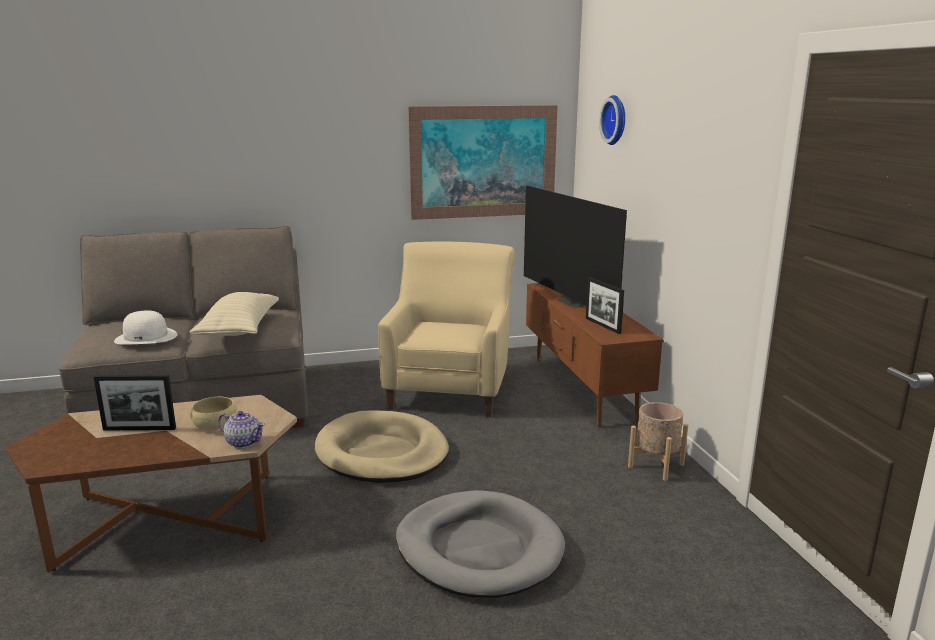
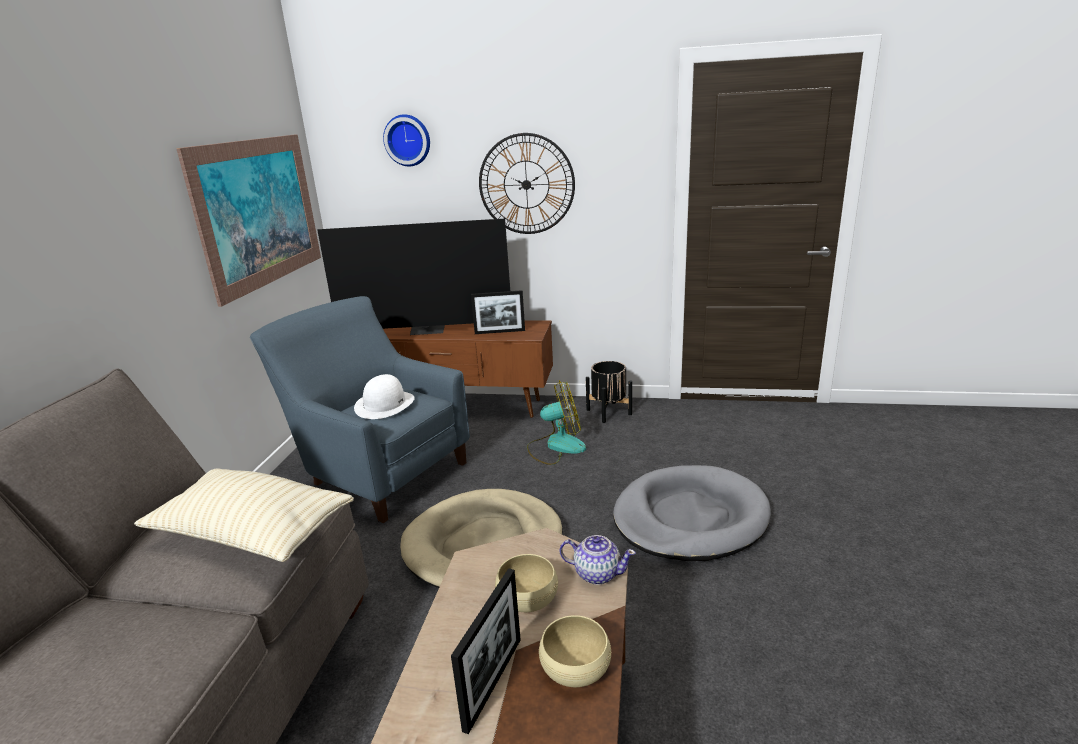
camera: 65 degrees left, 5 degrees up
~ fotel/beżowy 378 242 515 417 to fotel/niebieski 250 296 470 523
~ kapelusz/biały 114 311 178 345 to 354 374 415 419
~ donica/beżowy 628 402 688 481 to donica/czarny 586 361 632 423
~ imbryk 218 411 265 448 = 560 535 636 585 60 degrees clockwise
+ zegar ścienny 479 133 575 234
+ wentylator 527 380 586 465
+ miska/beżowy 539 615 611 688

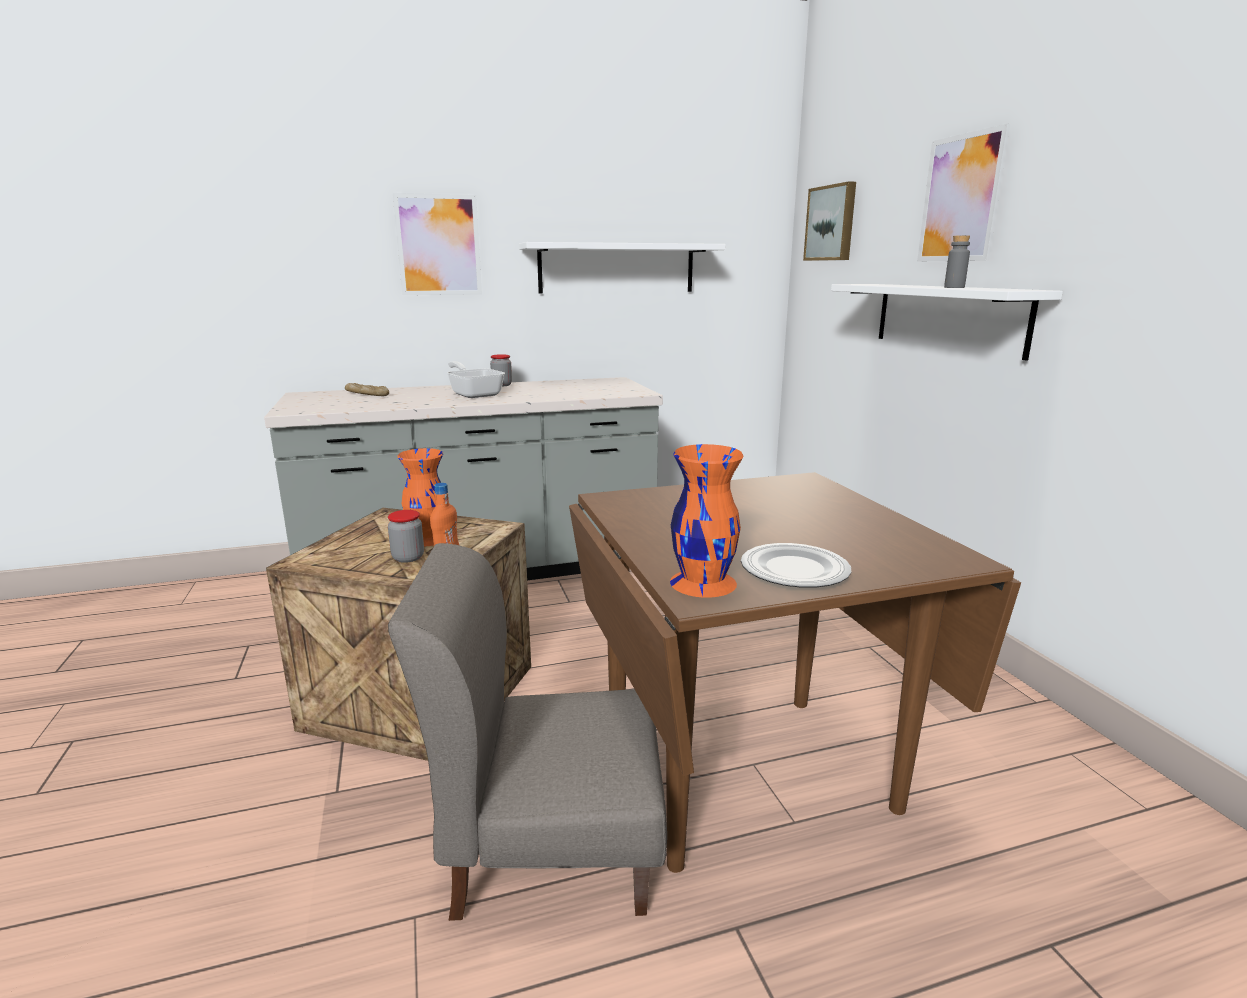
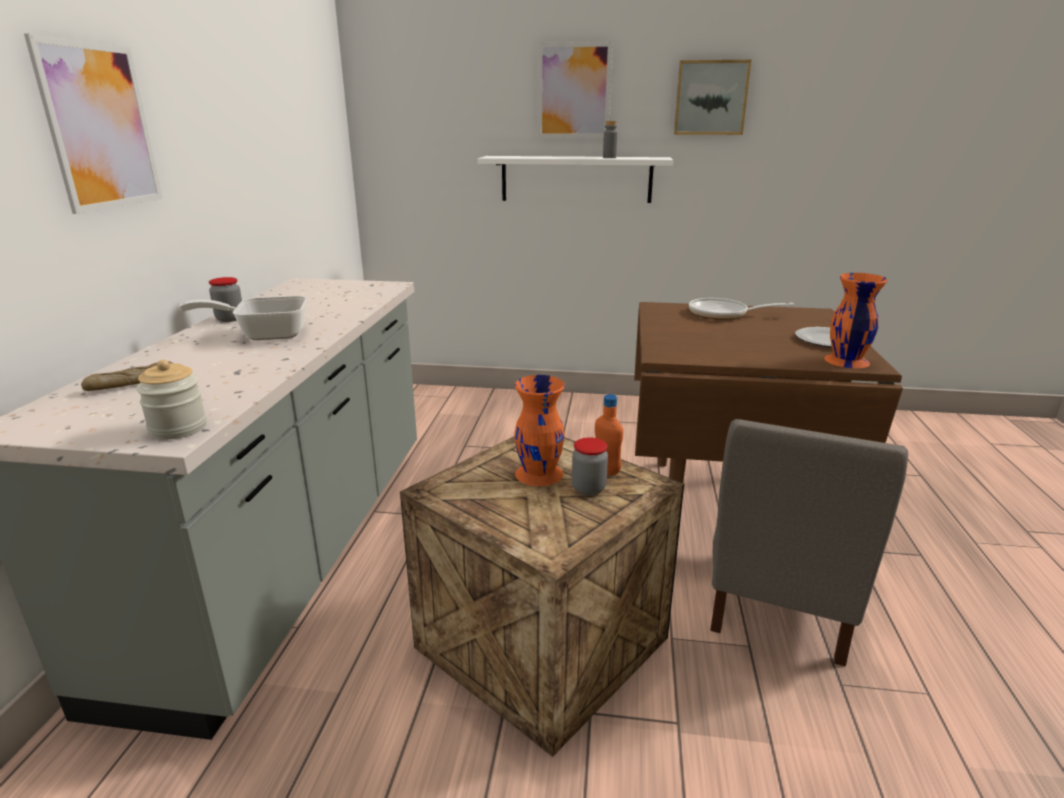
camera: 65 degrees left, 5 degrees up
~ obraz 803 181 856 261 to 674 60 752 135
- półka/biały 519 242 726 293
+ patelnia 689 298 794 320
+ słoik 136 360 207 440

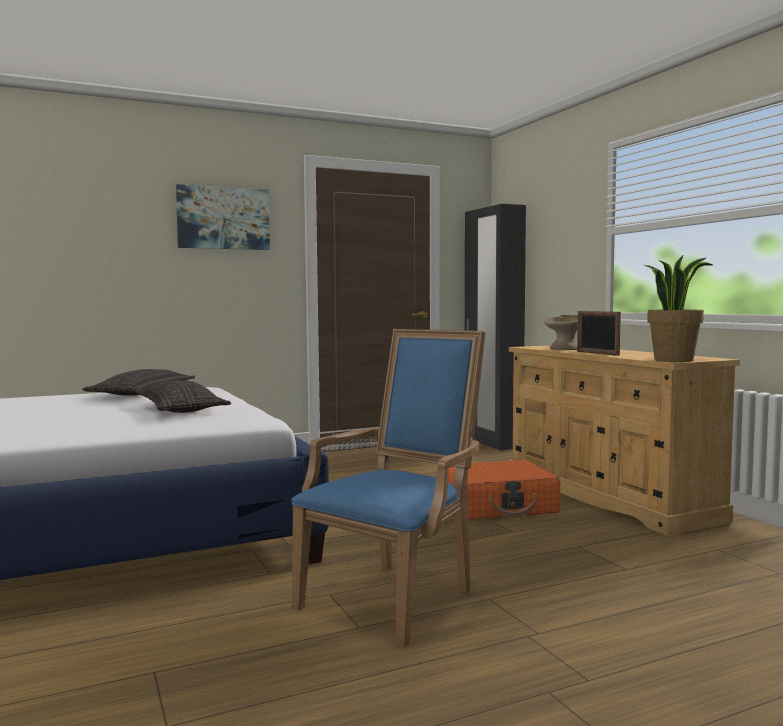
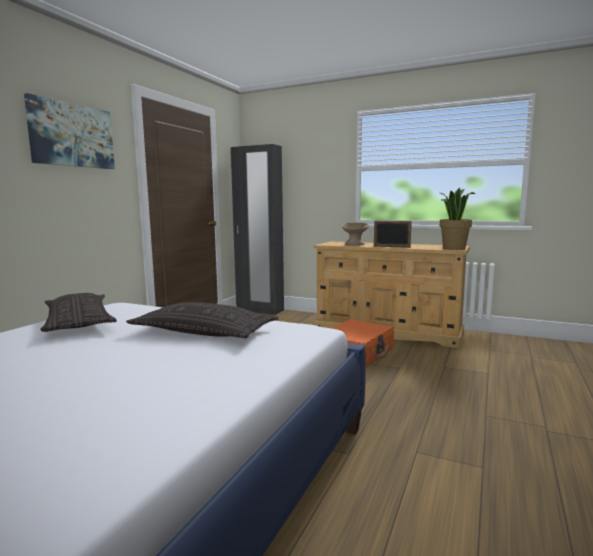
camera: 40 degrees left, 5 degrees up
- fotel/niebieski 291 329 486 648

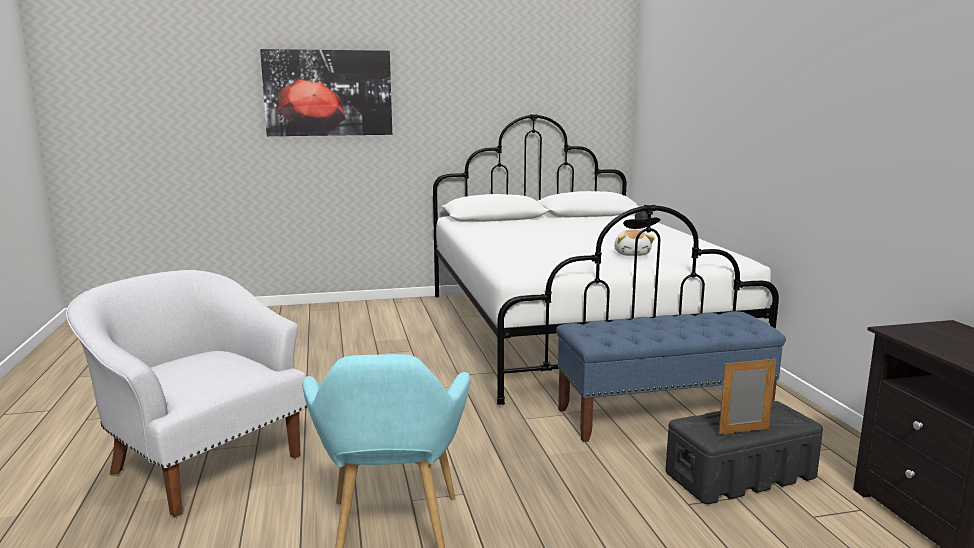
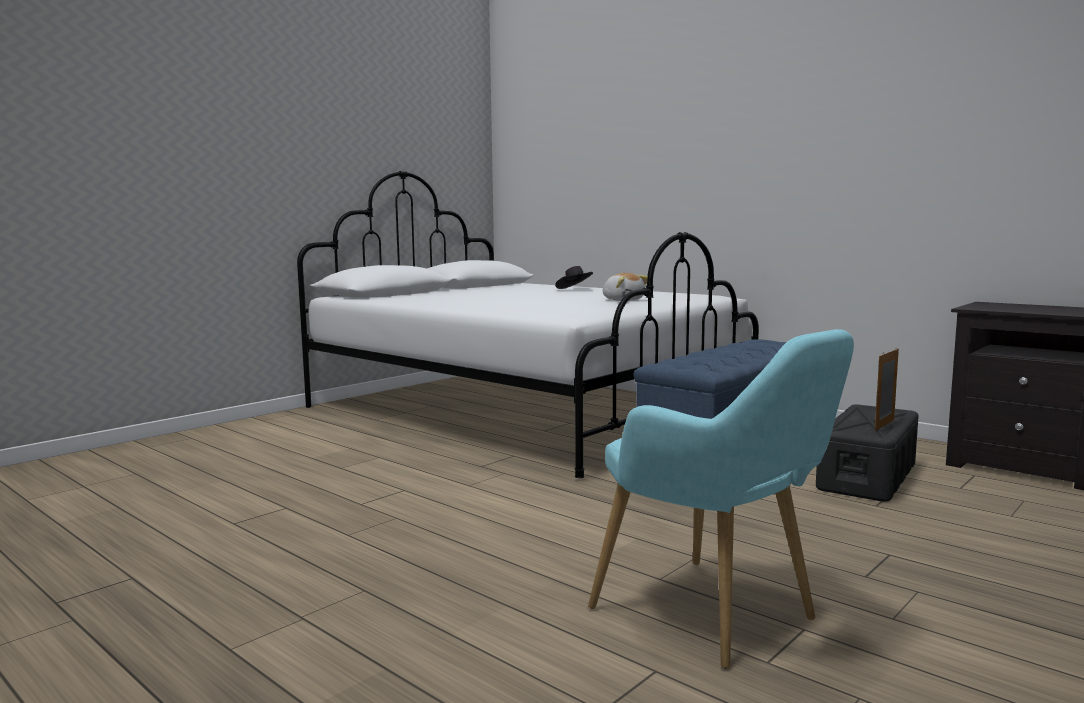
camera: 35 degrees left, 5 degrees down
- obraz 260 49 392 136
- fotel/biały 66 270 307 517

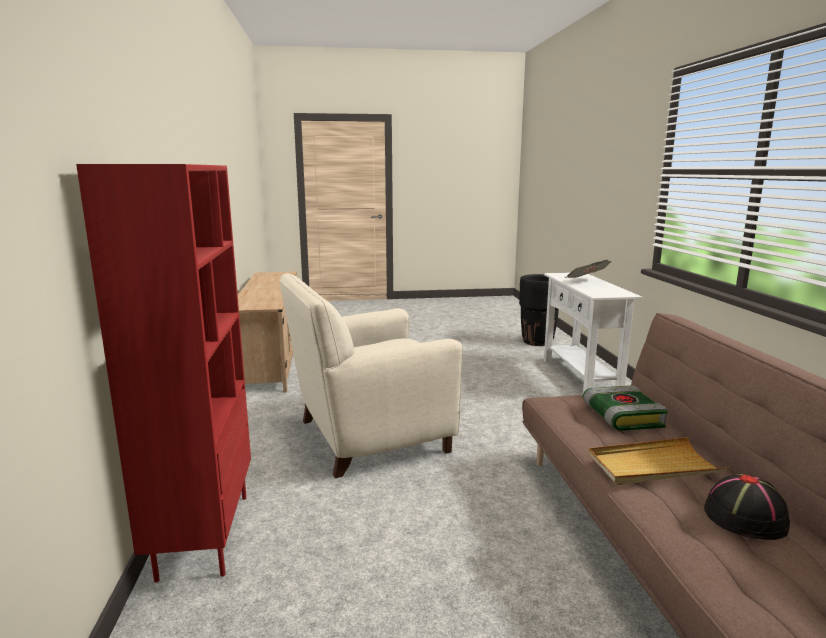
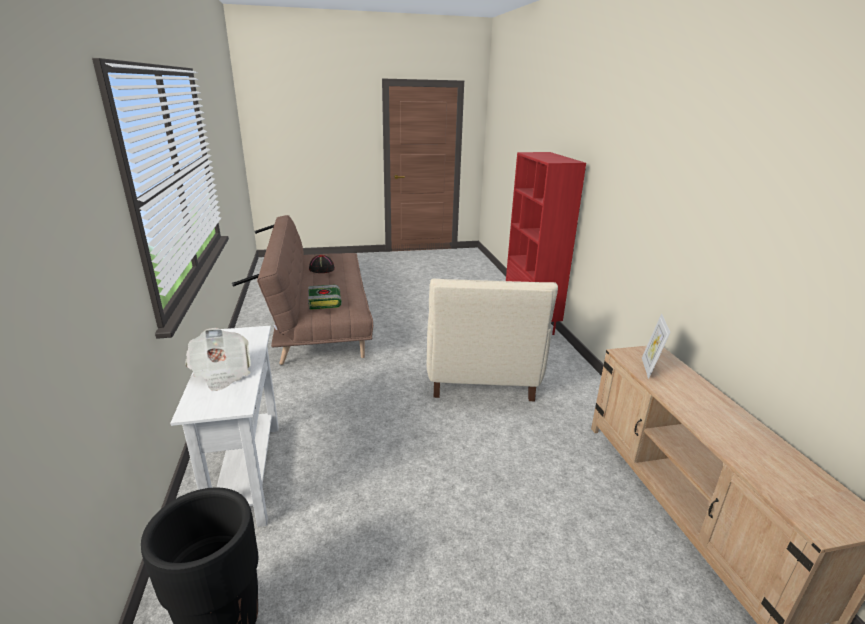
camera: 175 degrees right, 10 degrees up
~ fotel/beżowy 279 273 463 478 = 426 279 558 401 120 degrees clockwise
- taca/beżowy 588 437 729 485
+ ramka na zdjęcie 642 314 671 379

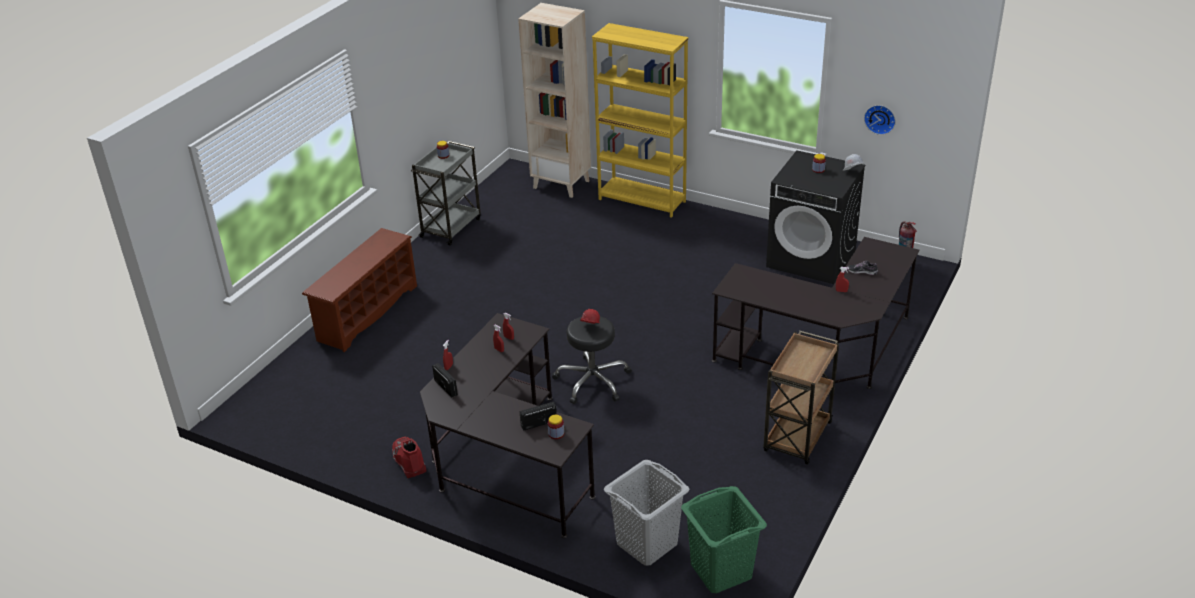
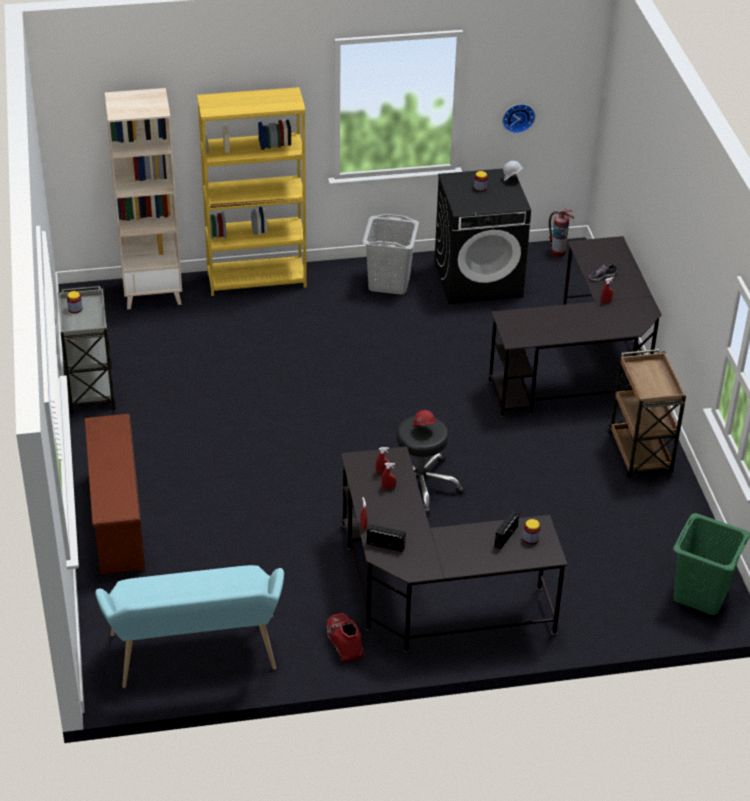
camera: 40 degrees left, 5 degrees up
~ but z cholewką/czerwony 392 436 426 478 = 327 613 364 663 45 degrees clockwise
~ kosz na pranie/szary 604 460 689 566 to 362 214 419 295
+ ławka/turkusowy 95 565 284 688

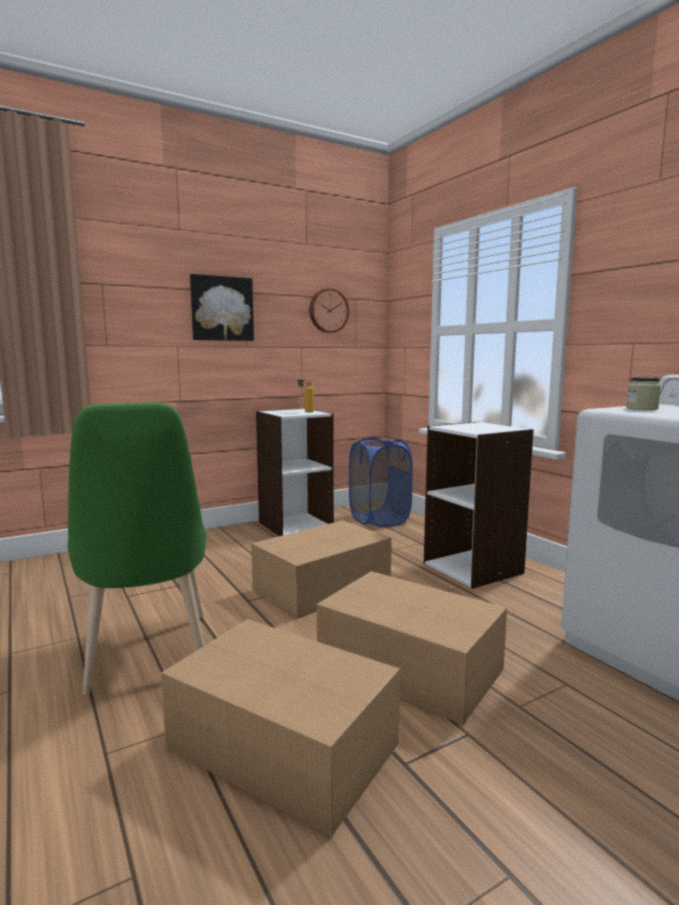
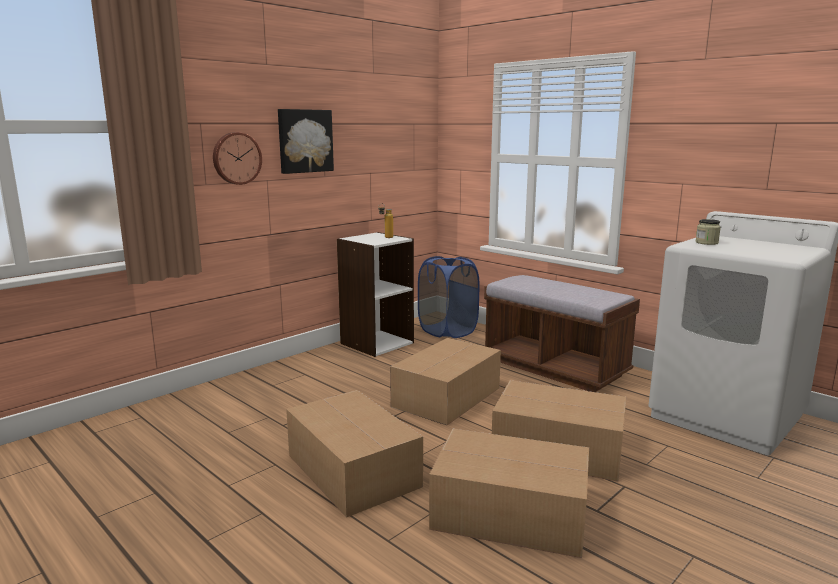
camera: 15 degrees left, 5 degrees up
~ zegar ścienny 309 288 349 333 to 213 132 262 185
~ krzesło/zielony 68 402 206 695 to karton 286 390 423 518
~ regał/biały 424 422 534 589 to ławka/brązowy 484 275 640 392

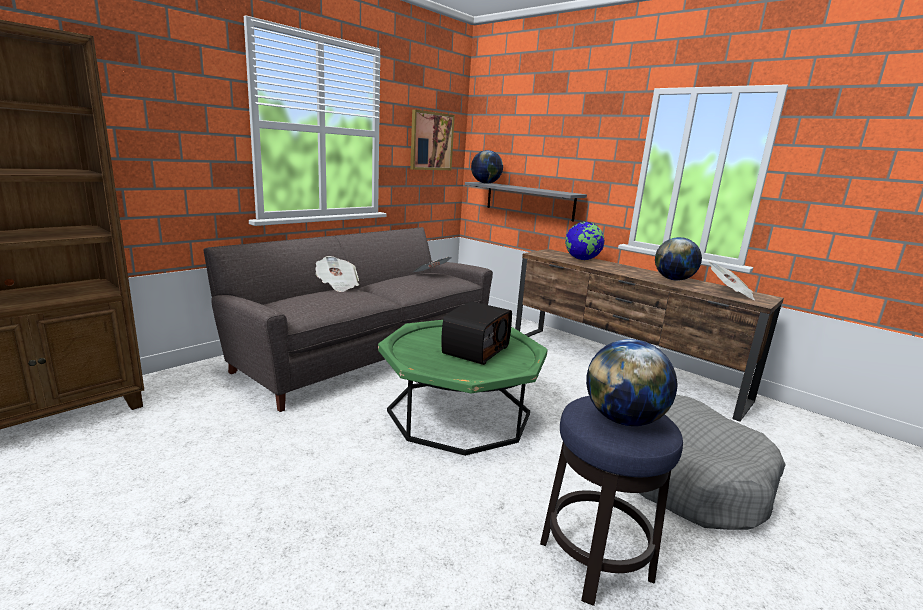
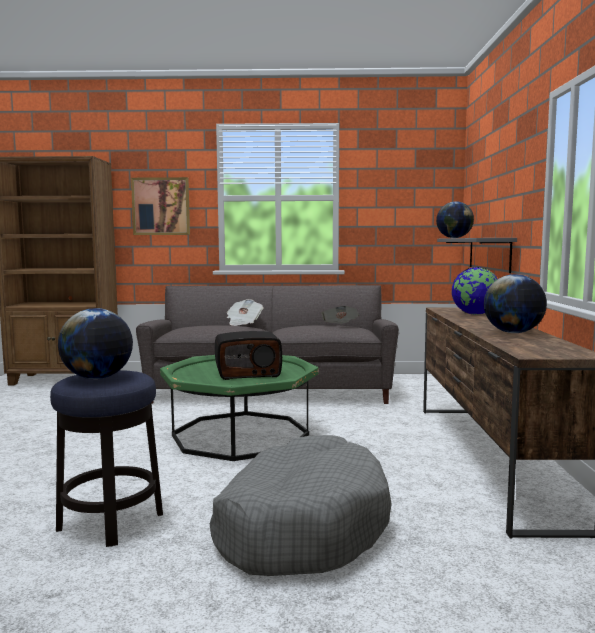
camera: 50 degrees right, 10 degrees down
~ obraz 410 109 455 170 to 131 177 190 235
- gazeta 709 262 755 300

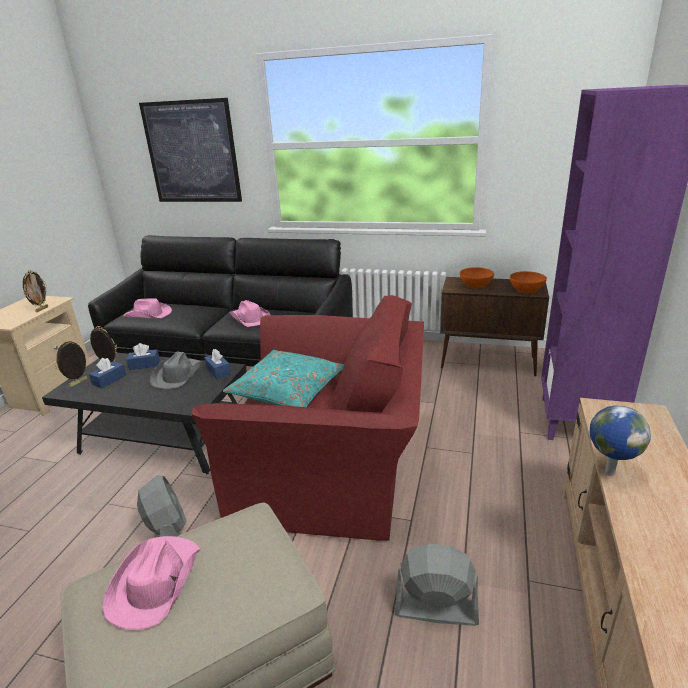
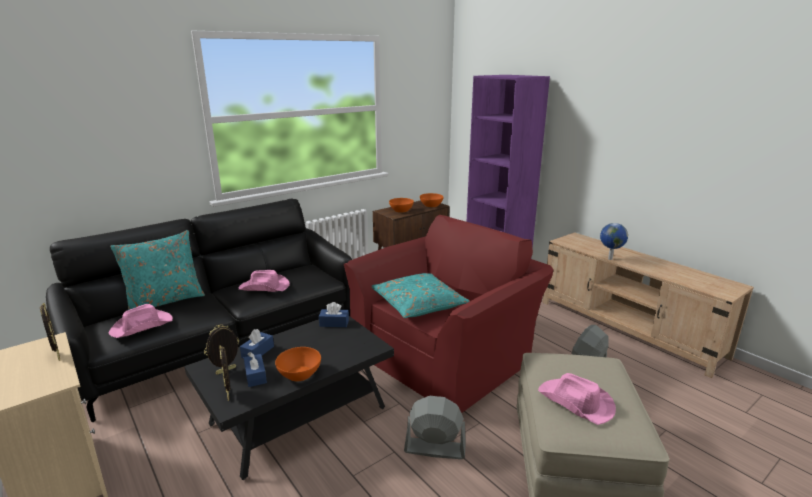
camera: 55 degrees left, 5 degrees down
- obraz 139 98 242 202
- kapelusz/szary 150 351 203 389
+ poduszka/turkusowy 110 230 205 310
+ miska/pomarańczowy 275 347 321 381

